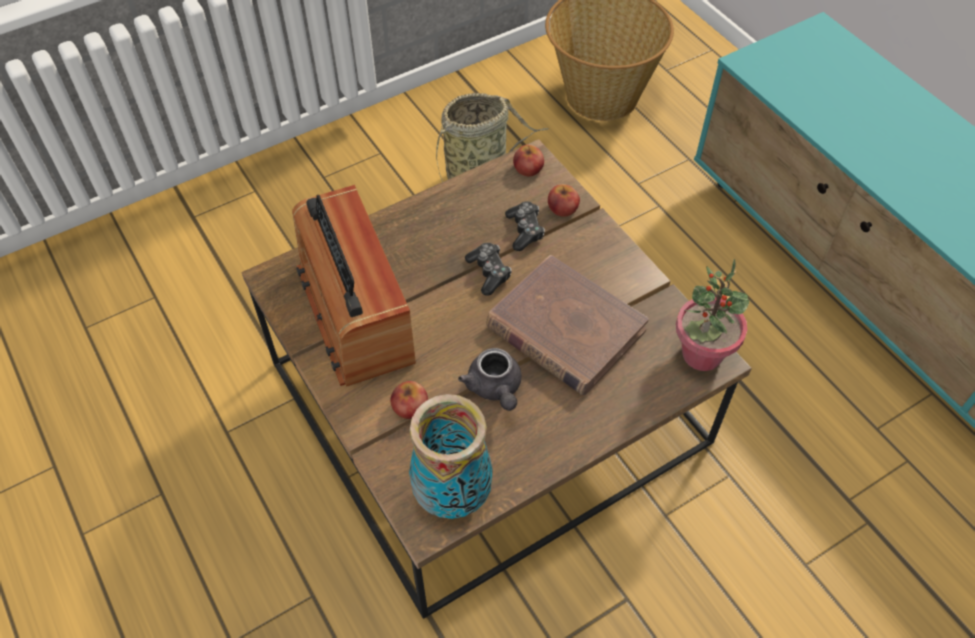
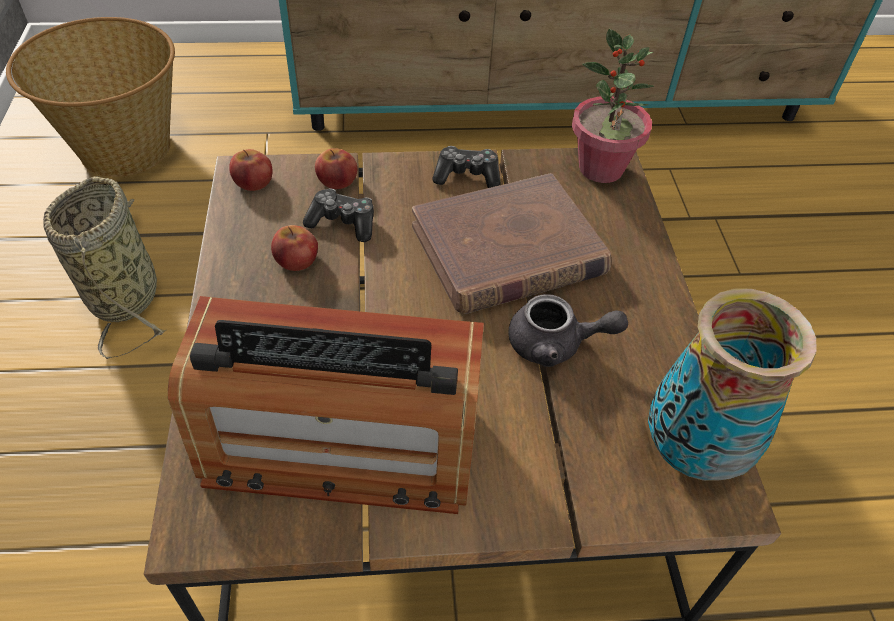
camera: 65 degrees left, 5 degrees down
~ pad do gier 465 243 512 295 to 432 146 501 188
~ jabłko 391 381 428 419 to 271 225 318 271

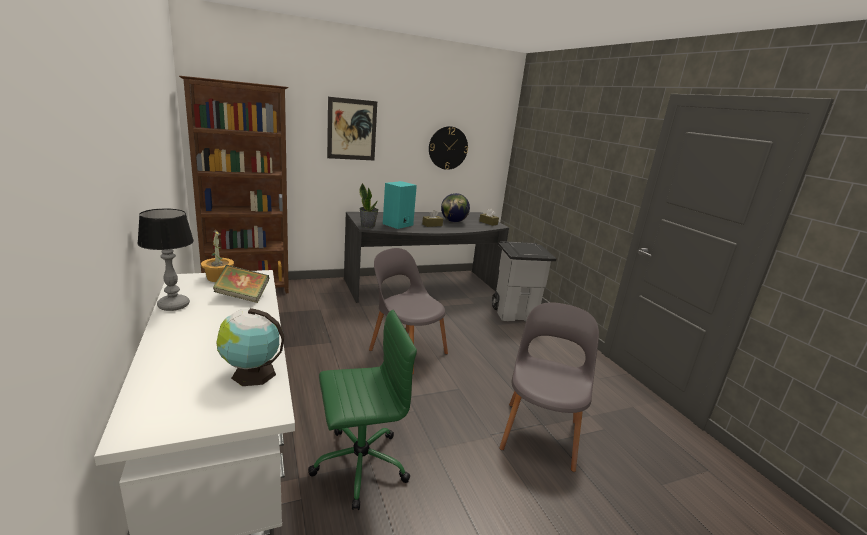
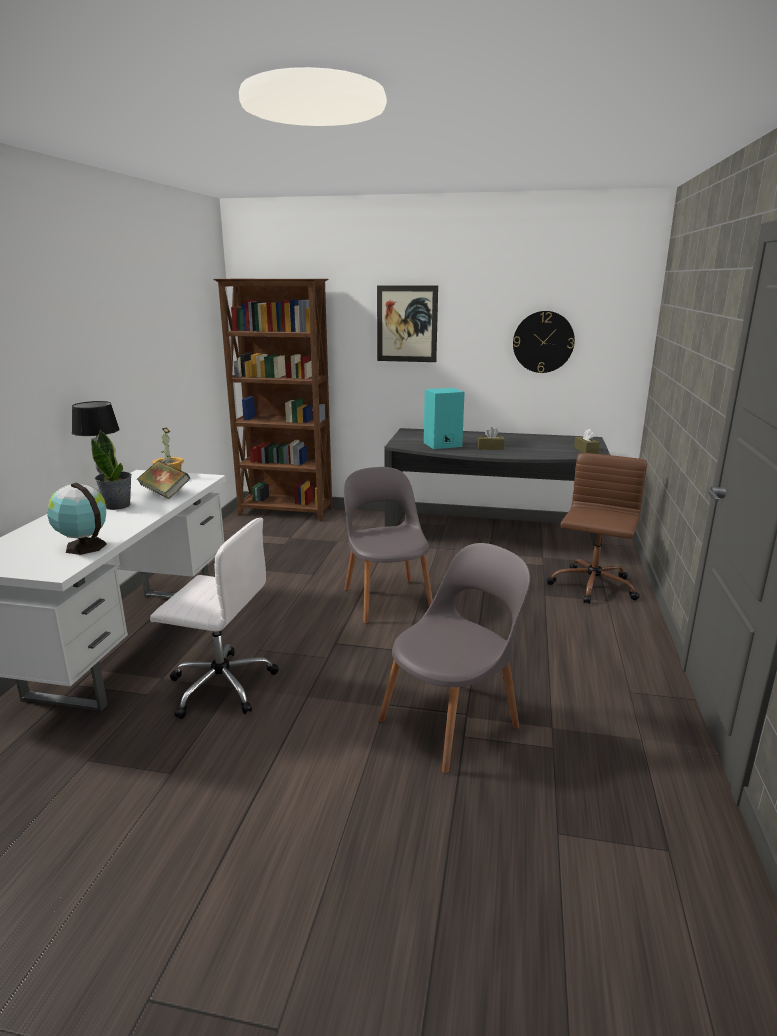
camera: 35 degrees right, 0 degrees up
~ roślina doniczkowa 359 183 379 228 to 91 430 132 510
- globus 441 193 470 222
~ kosz na śmieci/szary 492 241 557 322 to krzesło biurowe/brązowy 546 453 647 604
~ krzesło biurowe/zielony 308 310 417 510 to krzesło biurowe/biały 150 518 279 719

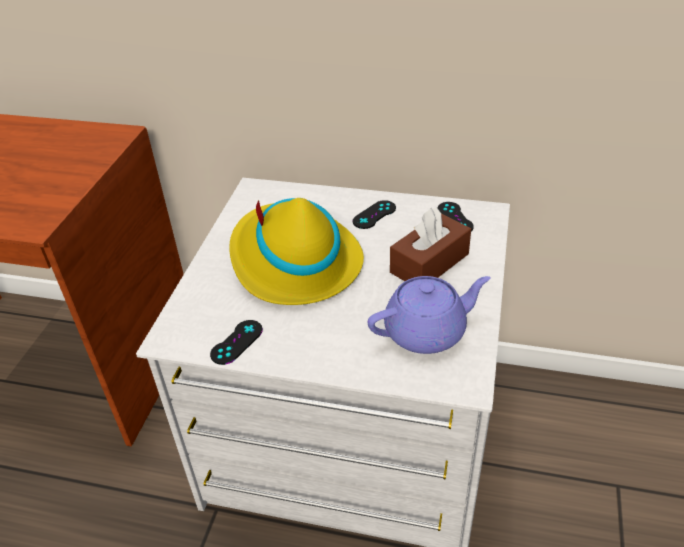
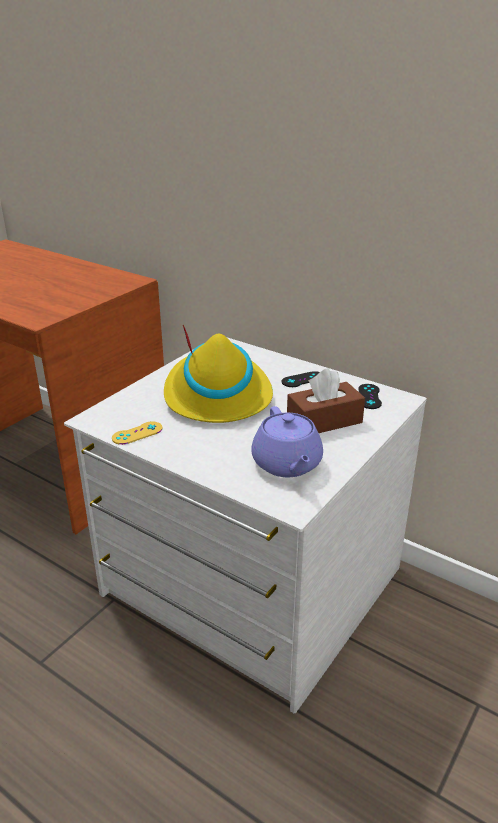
camera: 20 degrees right, 10 degrees down
~ imbryk/fioletowy 368 276 490 354 = 251 406 323 477 75 degrees clockwise
~ pad do gier/czarny 210 320 263 365 to pad do gier/żółty 112 422 162 445

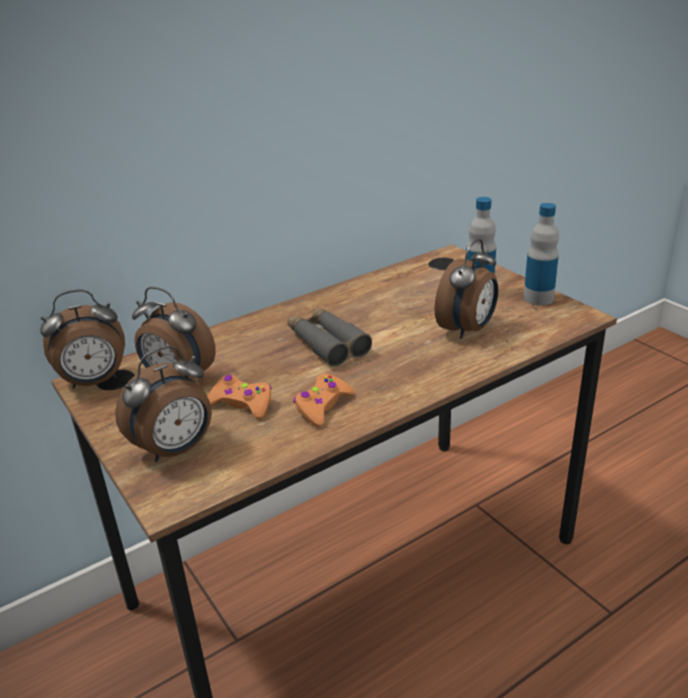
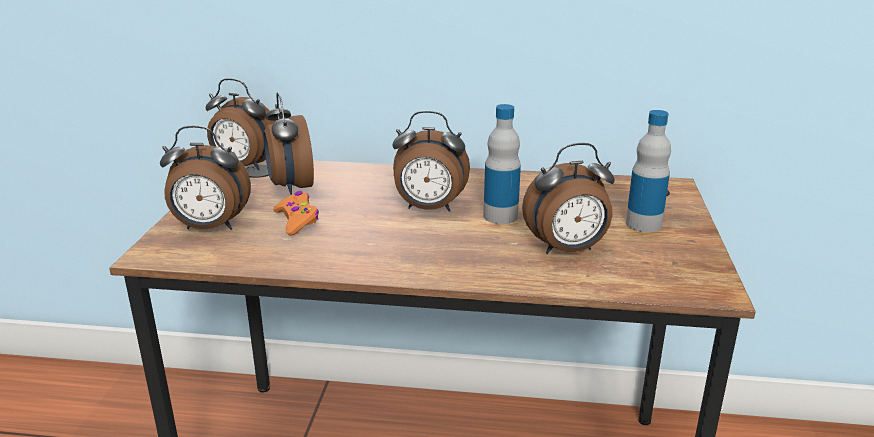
camera: 40 degrees right, 5 degrees down
~ butelka 524 203 559 305 to 484 104 521 224
~ lornetka/szary 287 307 372 367 to budzik 393 111 470 211
- pad do gier/pomarańczowy 294 373 355 427

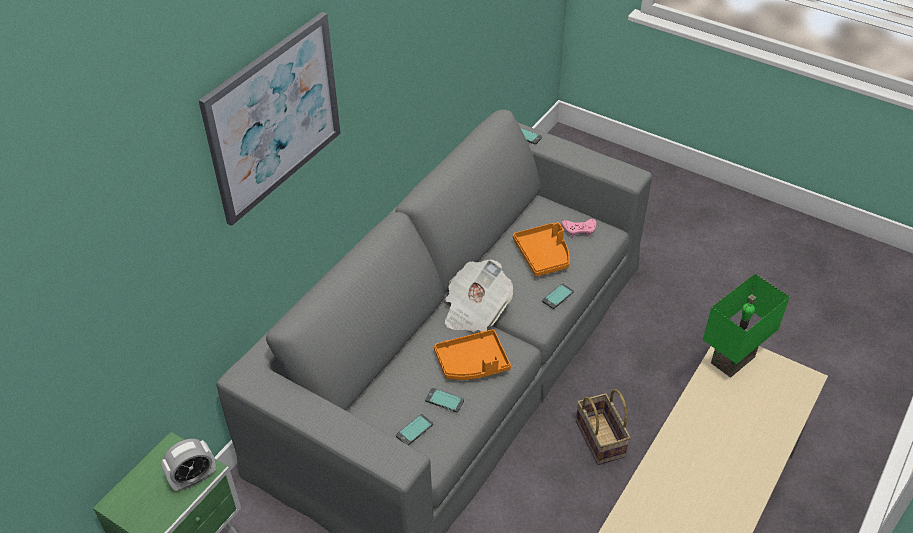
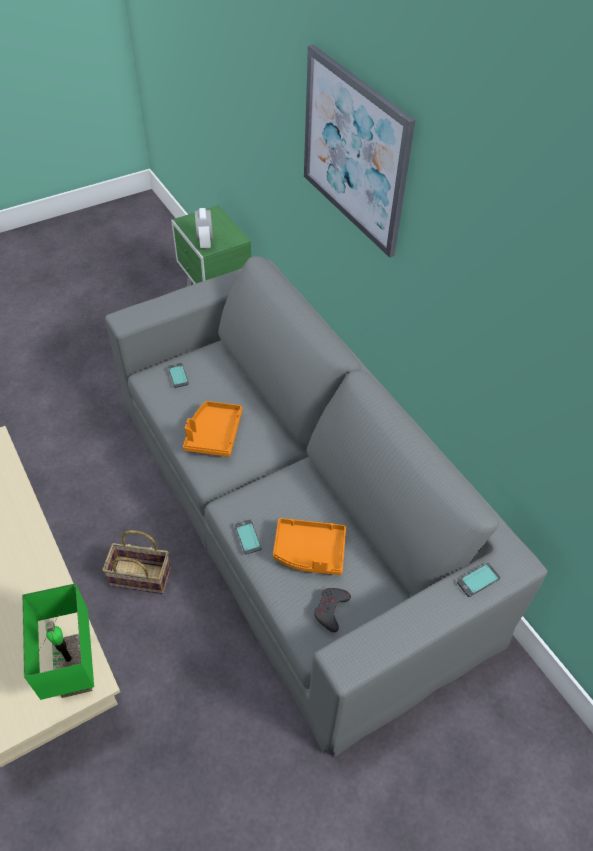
camera: 115 degrees right, 5 degrees up
~ pad do gier/różowy 561 219 597 237 to pad do gier/szary 314 588 351 632
- gazeta 445 260 513 332
- telefon 425 388 464 413

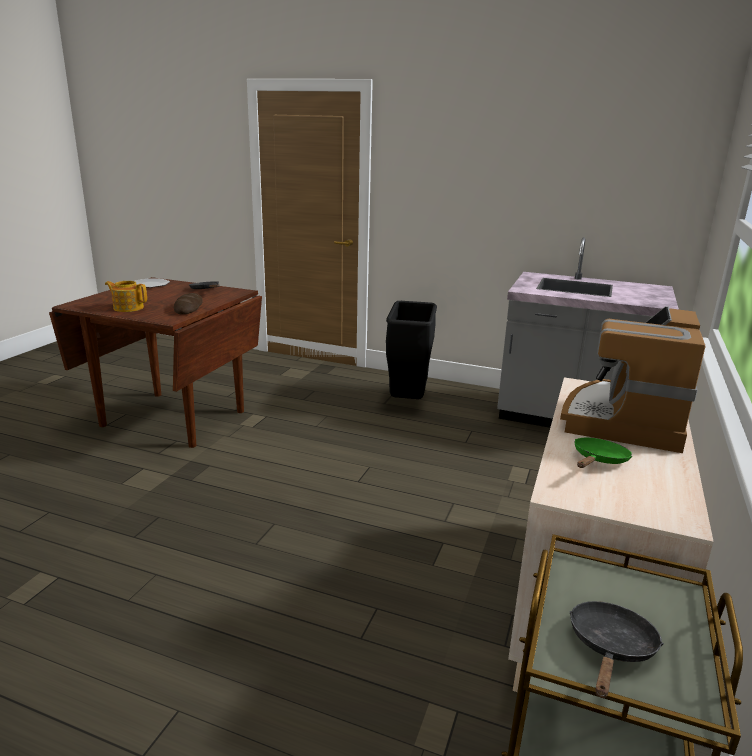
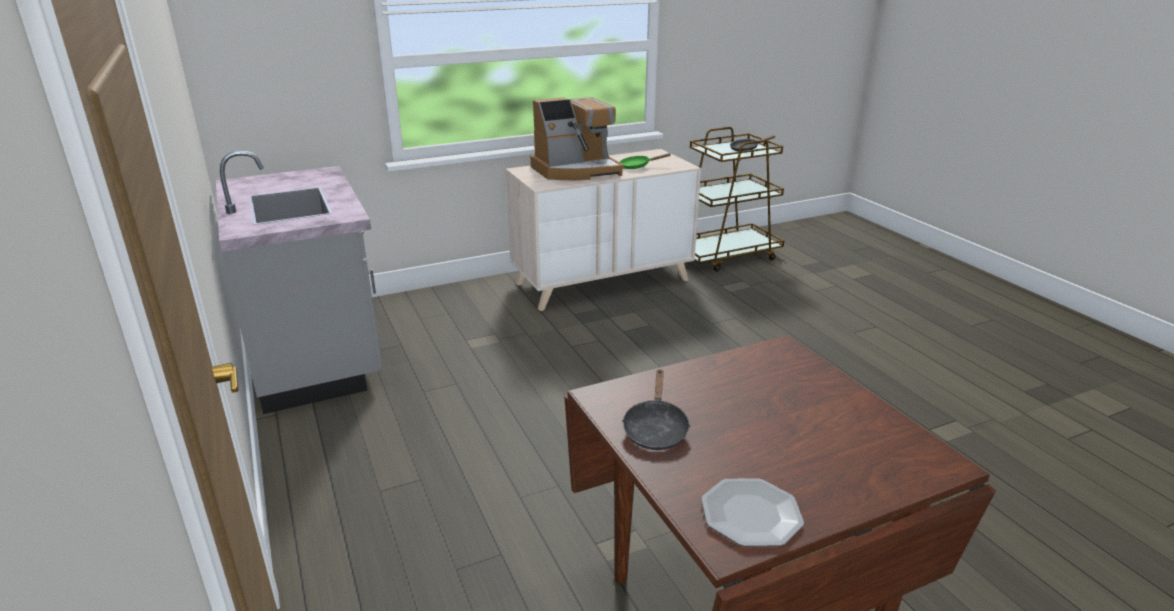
camera: 135 degrees left, 5 degrees up
- imbryk 105 281 147 312
- chleb 174 293 203 315
- kosz na śmieci/czarny 386 301 437 399

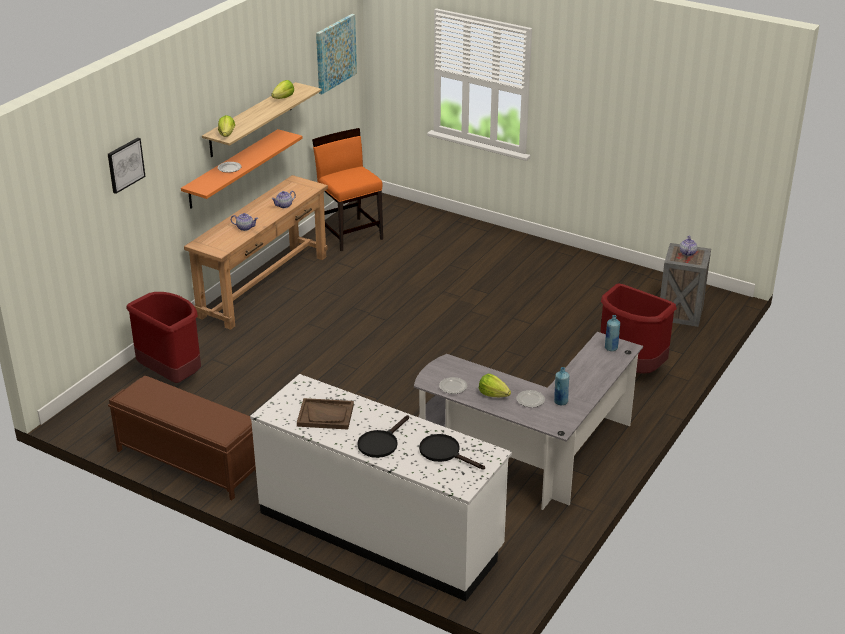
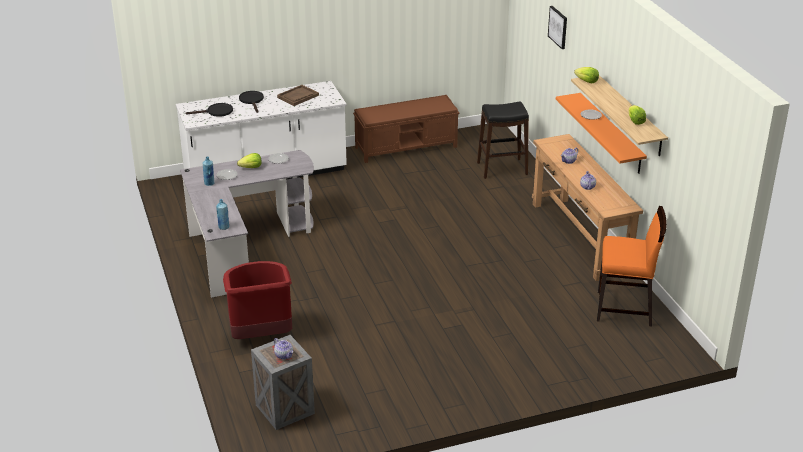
camera: 130 degrees right, 0 degrees up
- obraz 316 14 357 94
~ kosz na śmieci/czerwony 126 292 201 383 to stołek/czarny 477 101 529 179

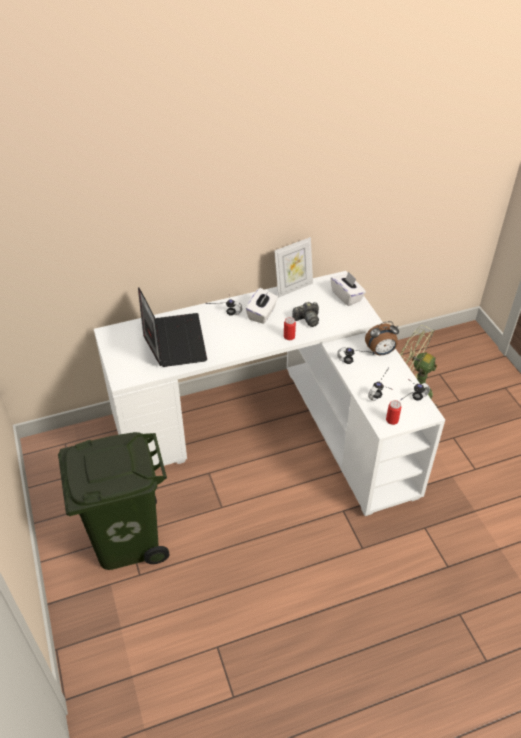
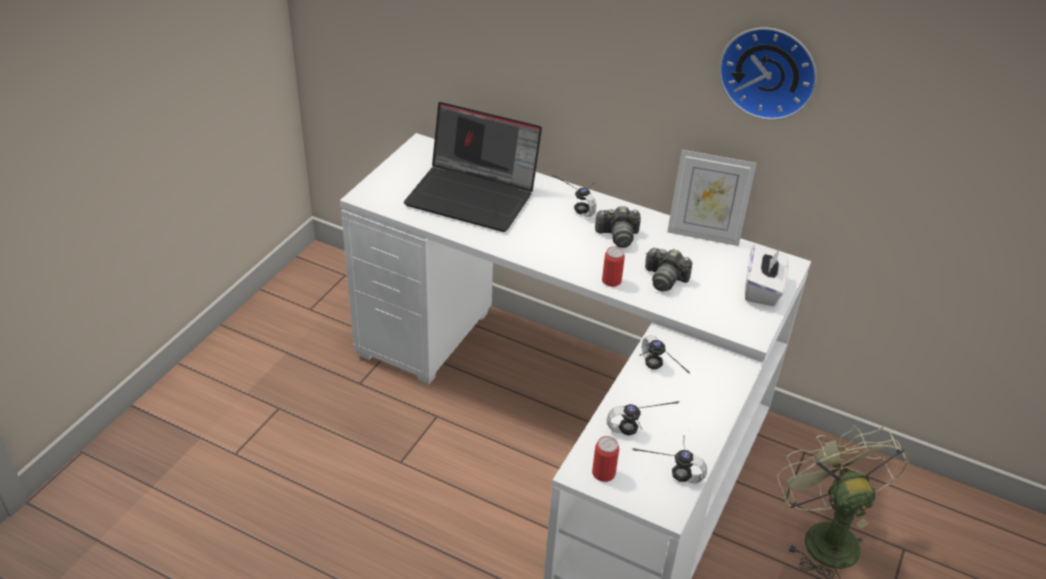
camera: 45 degrees right, 5 degrees down
~ laptop 138 288 207 367 = 404 102 542 232 75 degrees clockwise
~ pudełko chusteczek/biały 246 288 278 324 to aparat fotograficzny 595 206 641 248
- budzik 365 321 399 355
- kosz na śmieci/zielony 58 432 170 570
+ zegar ścienny 719 27 817 120

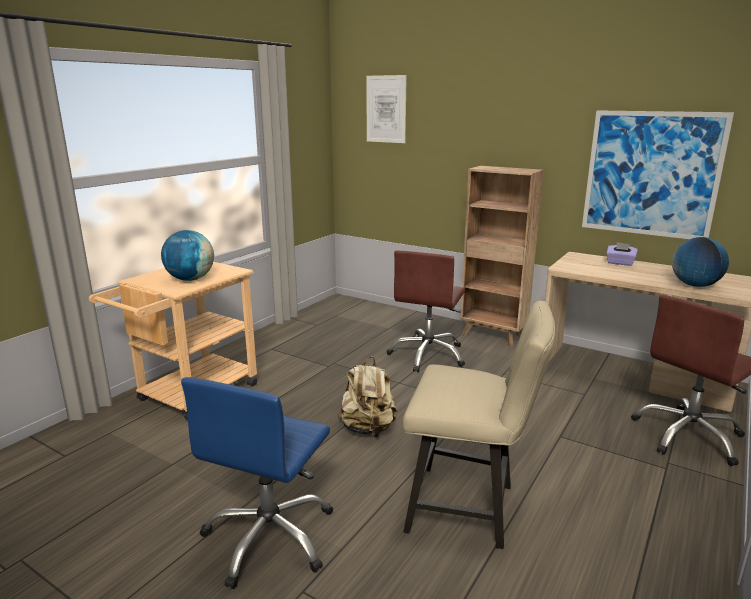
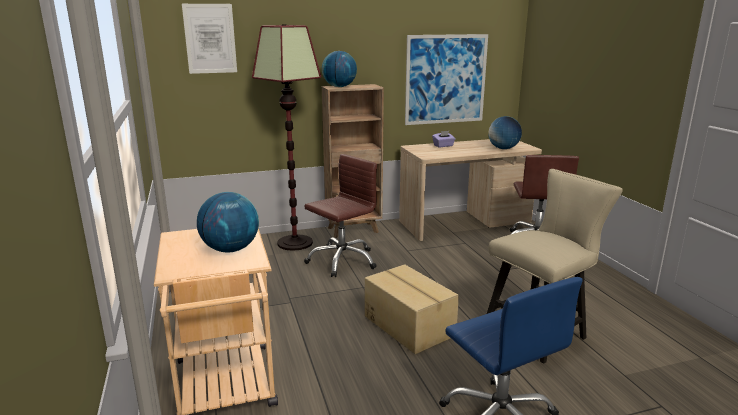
camera: 50 degrees left, 0 degrees up
~ krzesło biurowe/brązowy 387 250 465 372 = 304 154 377 277 105 degrees counterclockwise
~ plecak/beżowy 337 356 397 437 to karton 365 264 459 354
+ lampa stojąca 252 25 321 251
+ globus 322 51 357 87

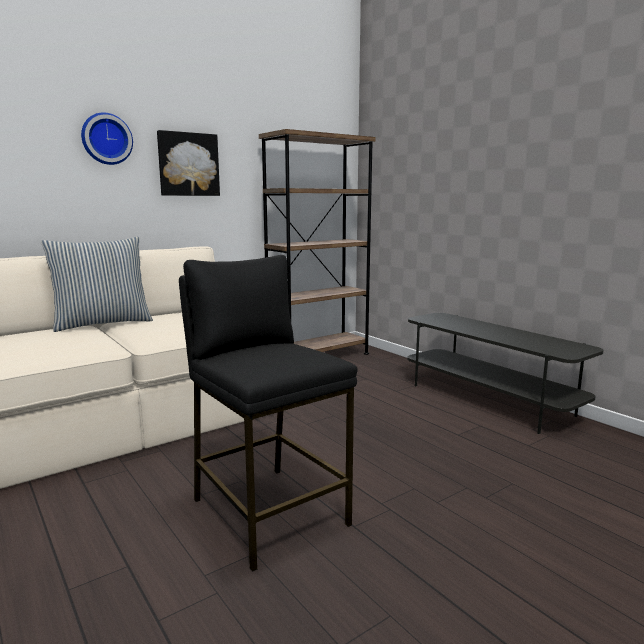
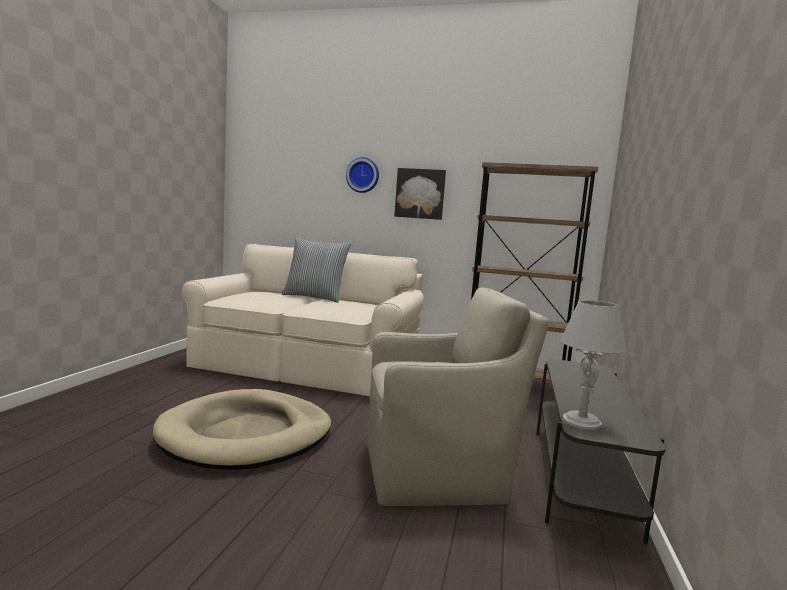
camera: 50 degrees right, 5 degrees down
~ stołek/czarny 179 255 358 572 to legowisko/beżowy 153 389 331 470
+ fotel/beżowy 368 287 549 506
+ lampa stołowa/szary 560 300 626 430

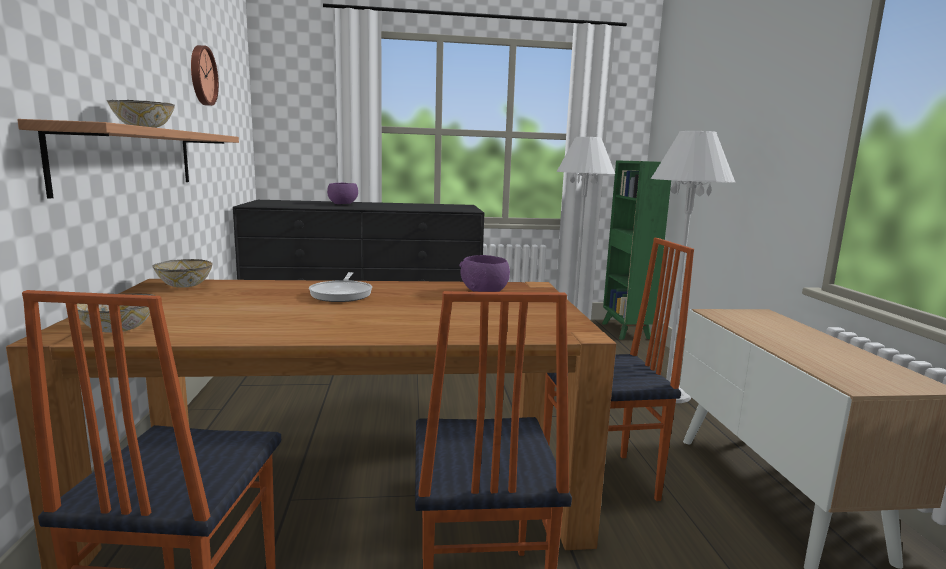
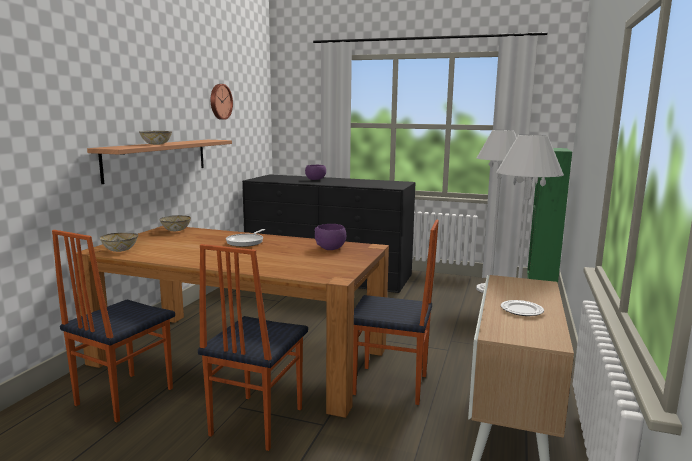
camera: 25 degrees right, 0 degrees up
+ talerz 501 300 544 316

